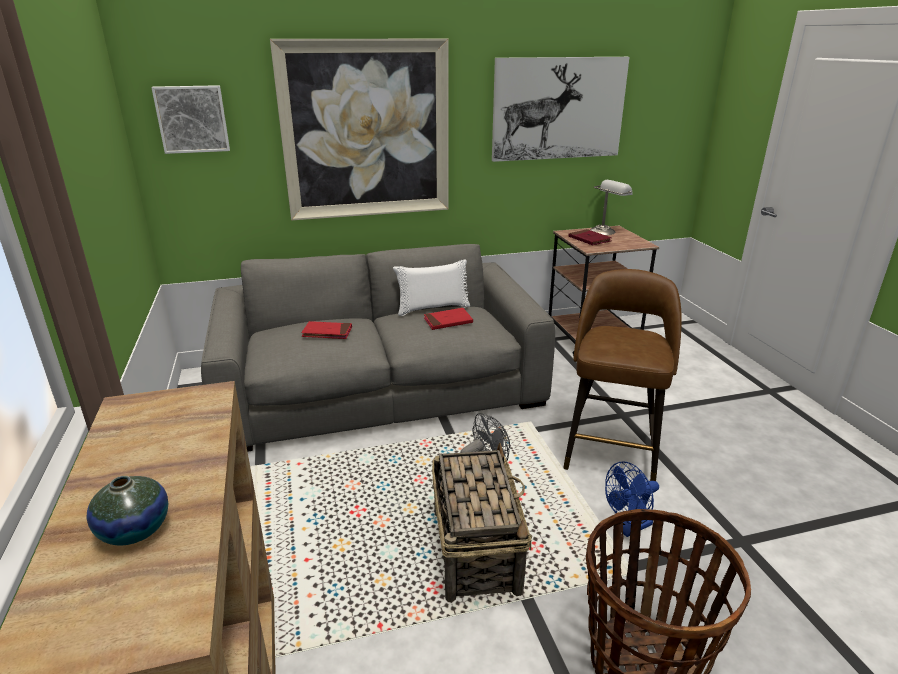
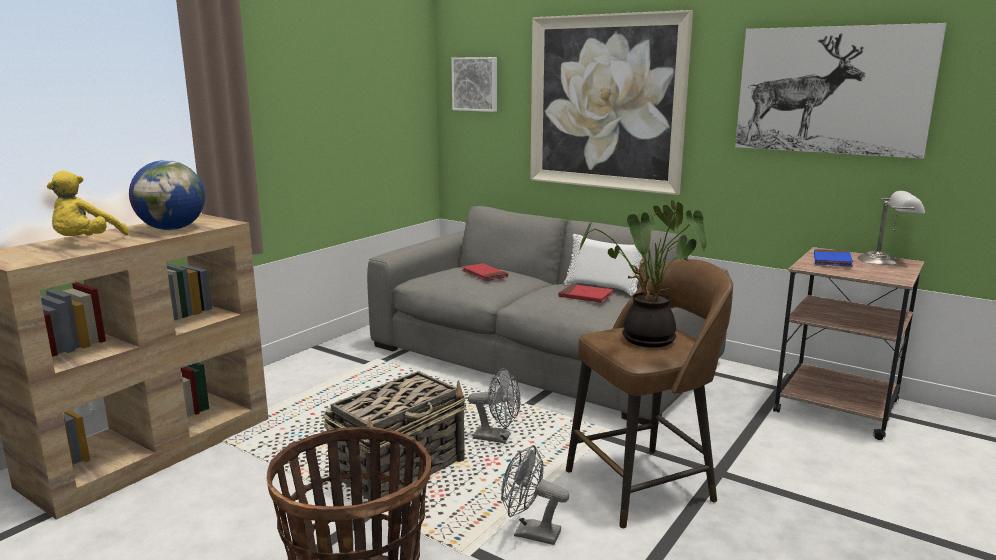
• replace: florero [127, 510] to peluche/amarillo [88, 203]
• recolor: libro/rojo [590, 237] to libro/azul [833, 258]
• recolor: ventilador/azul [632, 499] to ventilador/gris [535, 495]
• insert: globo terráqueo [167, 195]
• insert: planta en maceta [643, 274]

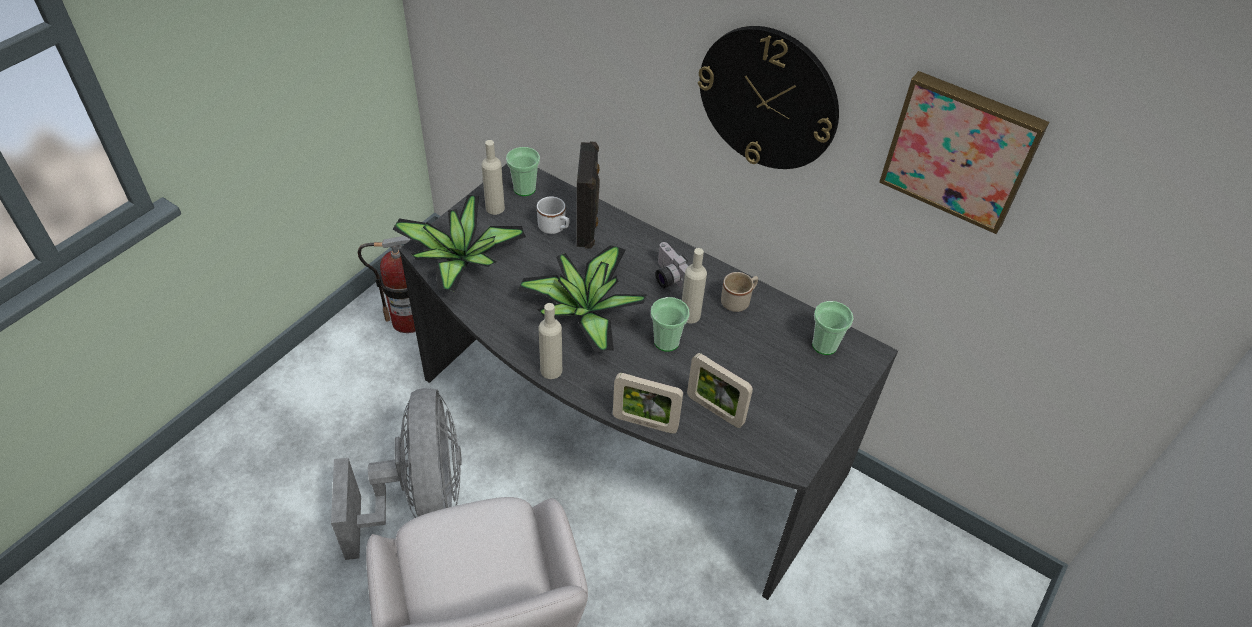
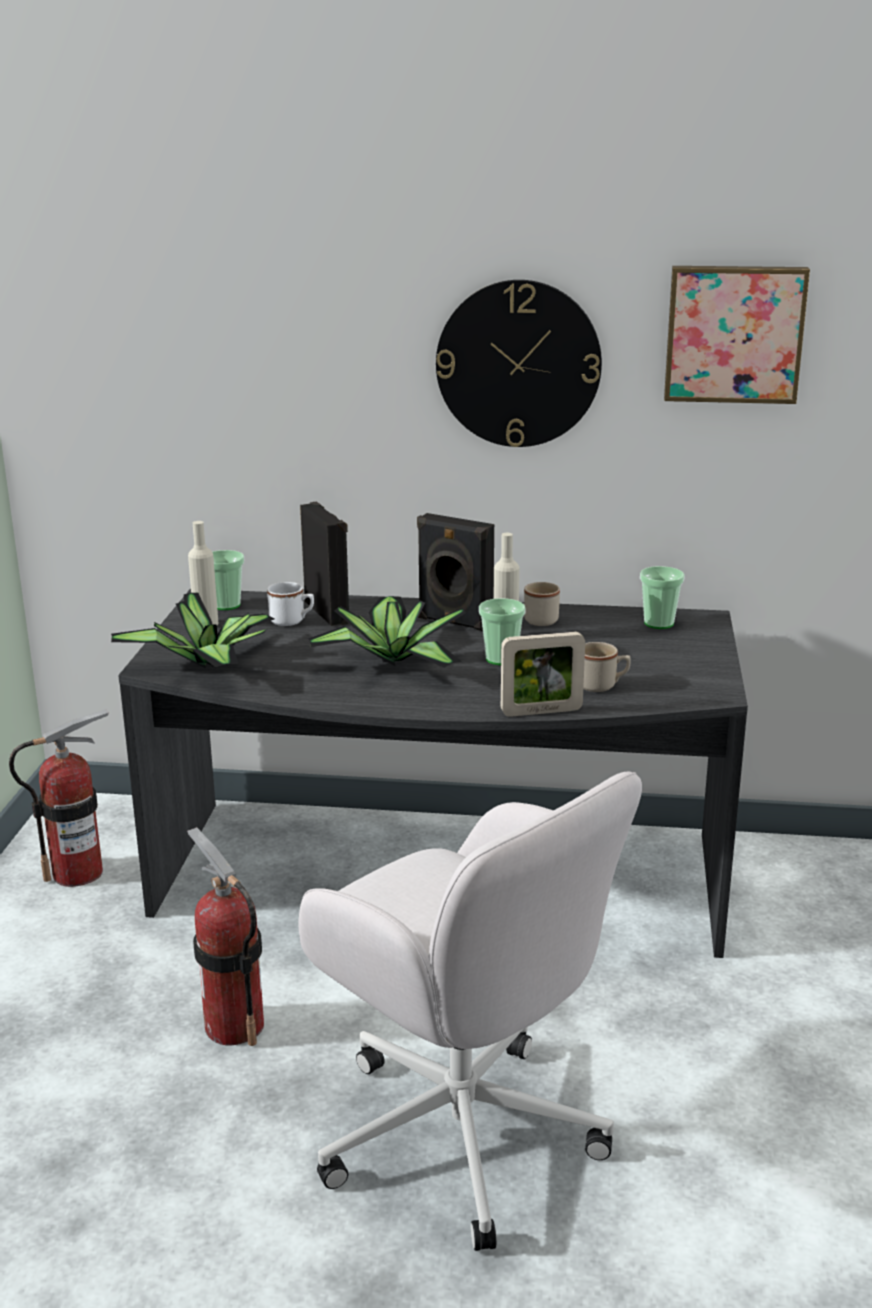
• replace: ventilador/gris [396, 474] to extintor [225, 936]
• delete: botella/beis [550, 341]
• replace: cámara [672, 266] to altavoz/negro [455, 572]
• replace: portarretratos [720, 390] to taza grande/beis [607, 667]

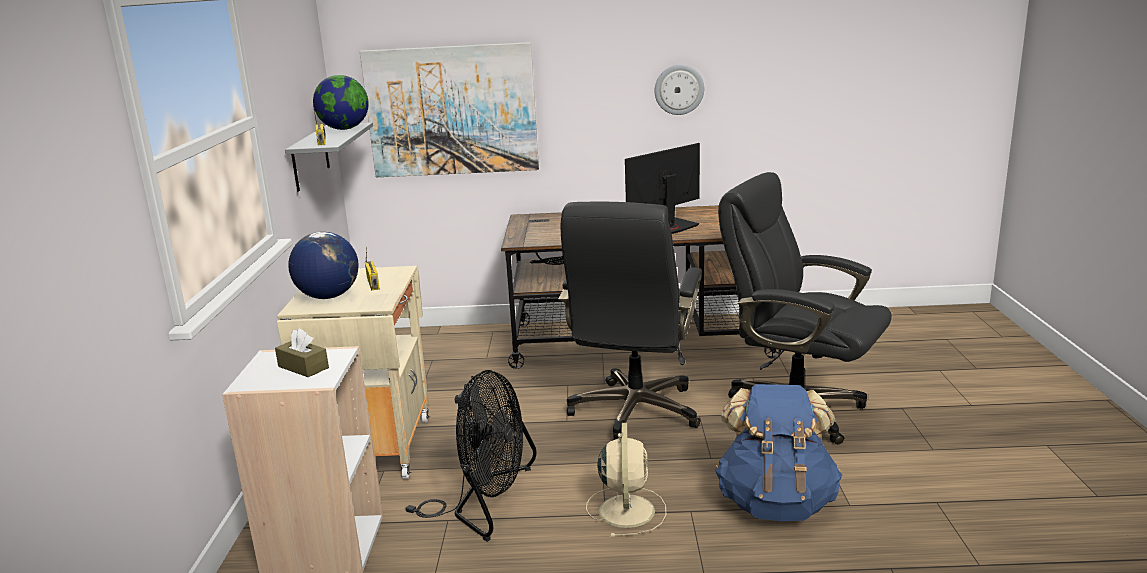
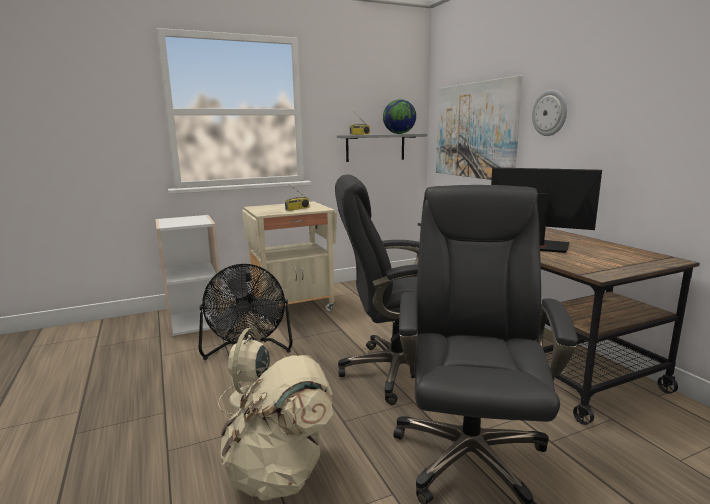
• delete: caja de pañuelos/marrón [302, 352]
• delete: globo terráqueo [323, 265]
• rotate: ventilador/beis [626, 480] = [244, 371] 120 degrees clockwise
• move: reloj de pared [679, 89] to [549, 113]
• recolor: mochila/azul [778, 452] to mochila/beis [277, 428]

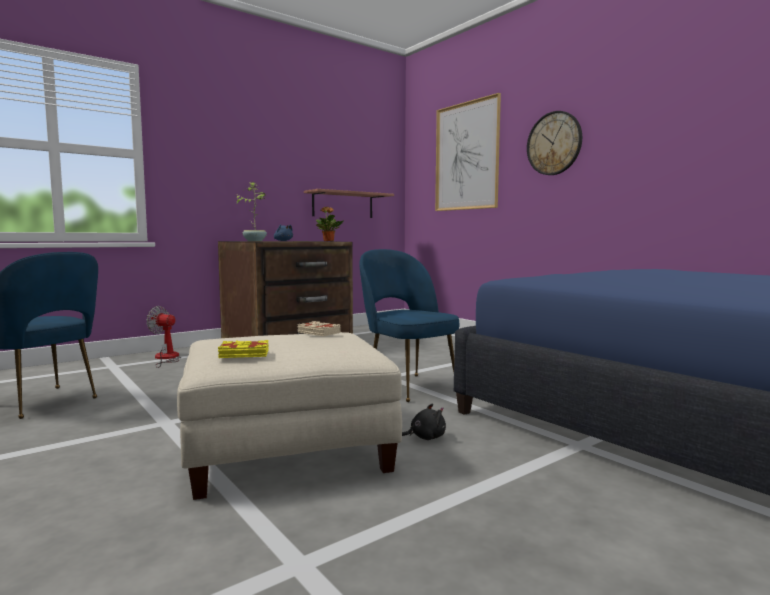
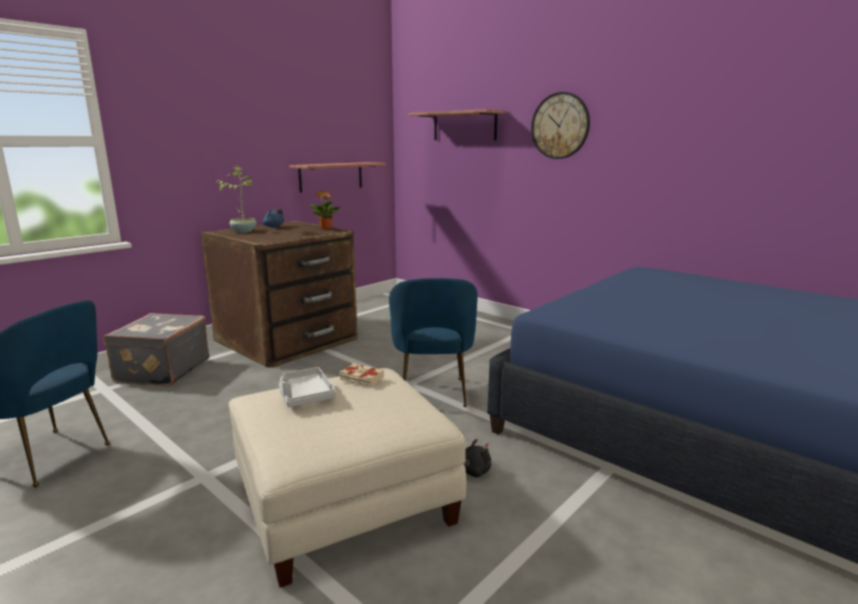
• replace: ventilador [163, 337] to maleta/gris [156, 349]
• delete: libro/amarillo [243, 349]
• rotate: silla/azul [409, 325] = [433, 342] 135 degrees counterclockwise
• replace: cuadro [468, 152] to estante [457, 124]
• insert: bandeja/gris [307, 387]

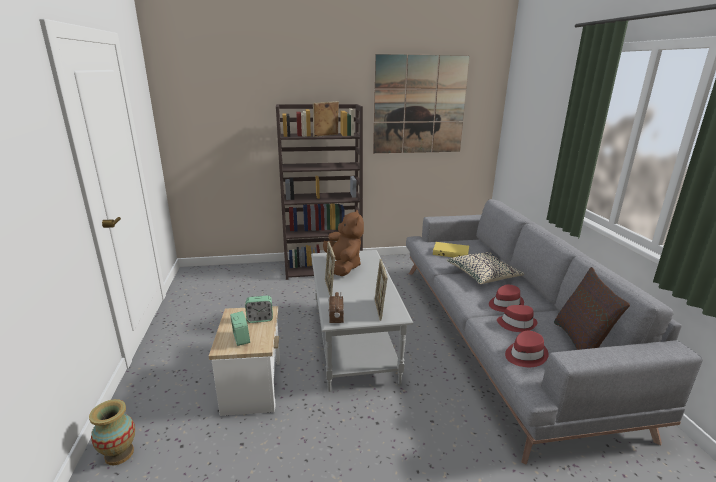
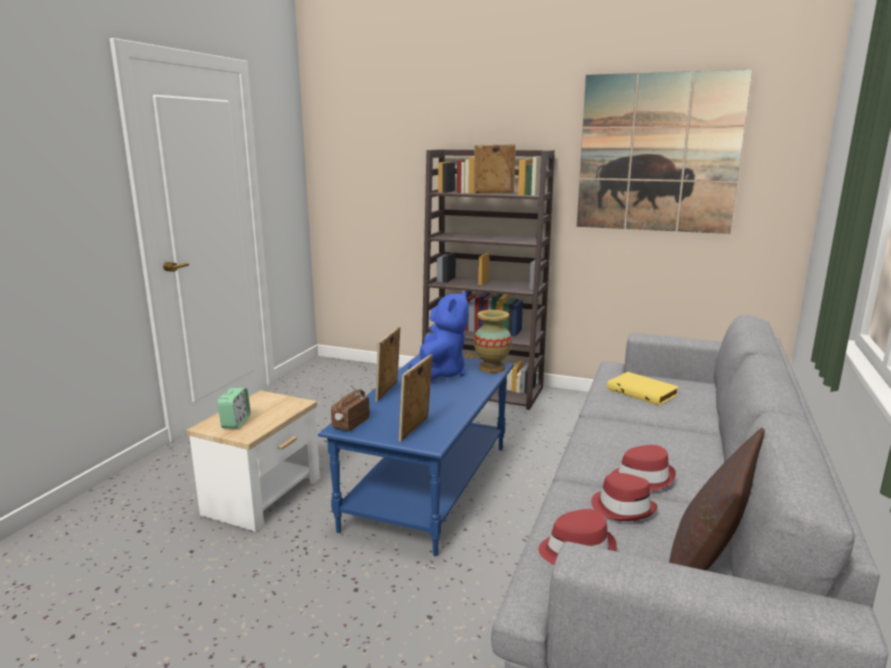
• move: florero [112, 432] to [493, 341]
• delete: despertador [259, 309]
• recolor: mesa de centro/gris [362, 321] to mesa de centro/azul [416, 454]
• recolor: peluche/marrón [343, 242] to peluche/azul [438, 336]
• delete: cojín/beis [485, 268]

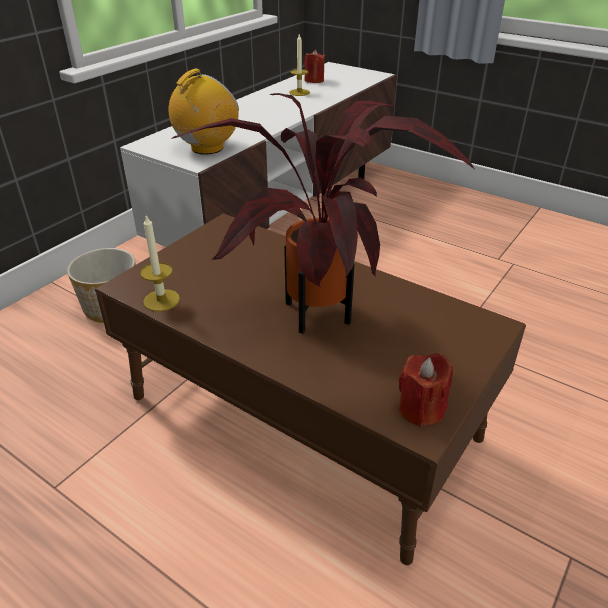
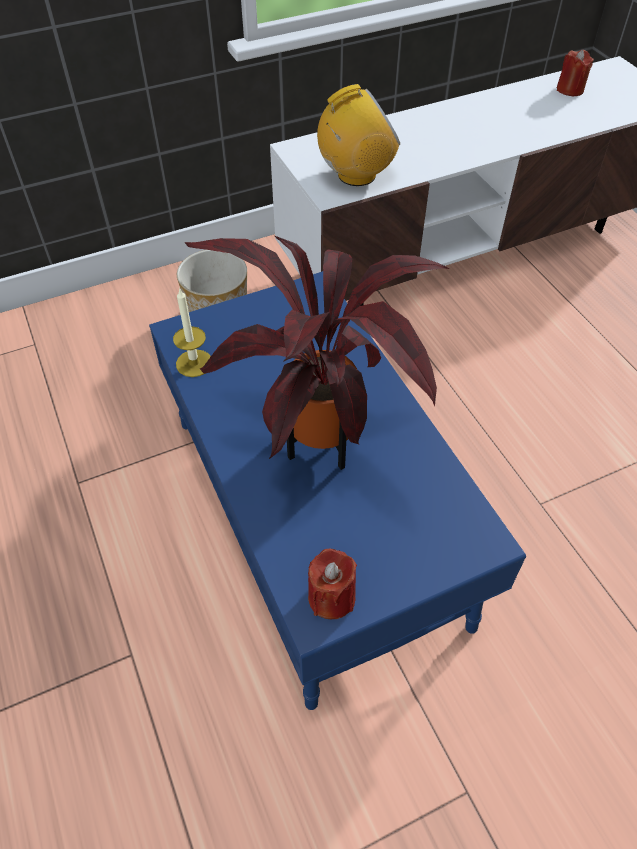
• recolor: mesa de centro/marrón [310, 389] to mesa de centro/azul [337, 490]
• delete: vela [299, 65]

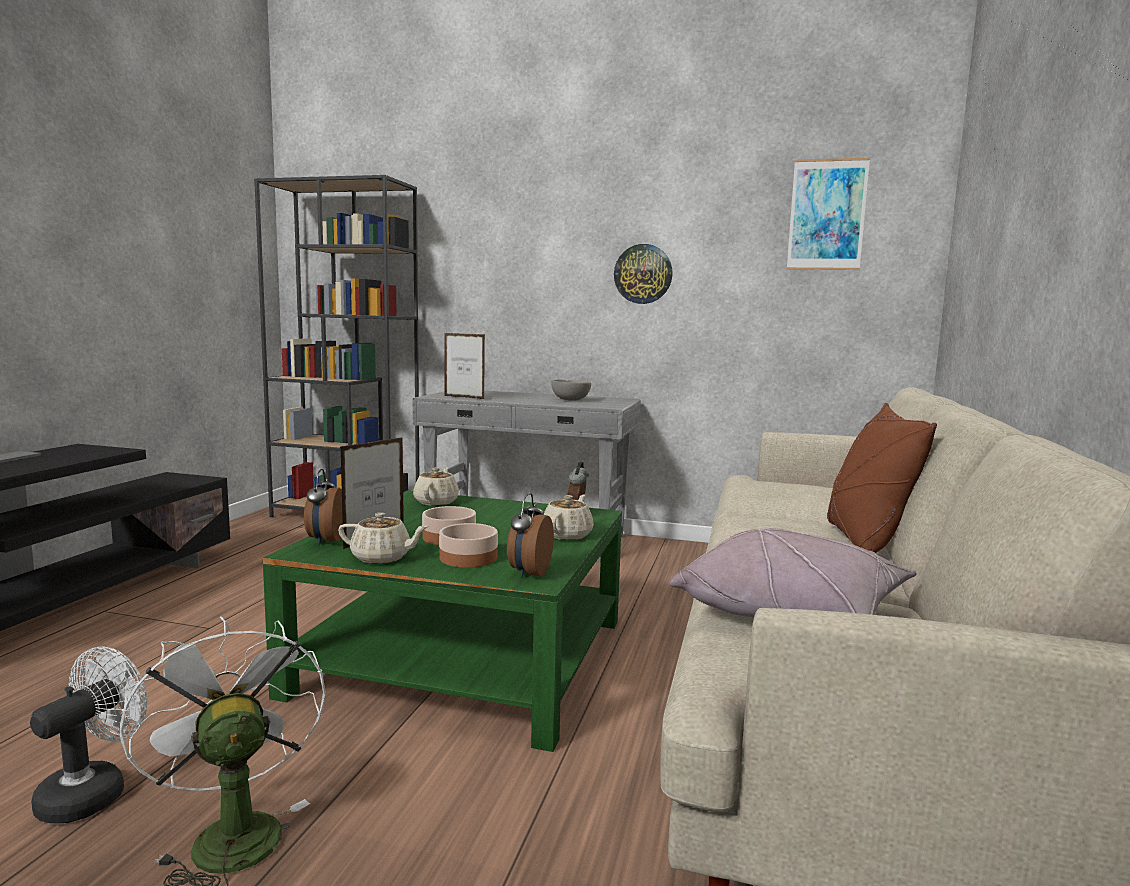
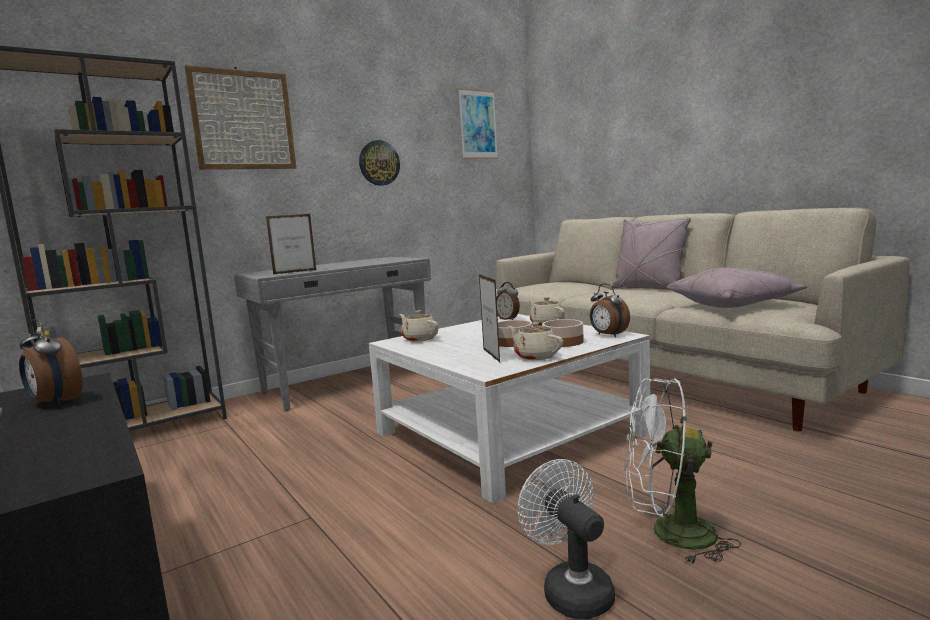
• recolor: mesa de centro/verde [442, 621] to mesa de centro/blanco [509, 409]
• move: despertador [323, 507] to [51, 362]
• rotate: tetera/beis [383, 538] = [535, 341] 90 degrees counterclockwise
• delete: cuenco/gris [571, 389]
• recolor: cojín/marrón [882, 478] to cojín/morado [651, 253]
• insert: cuadro [240, 117]

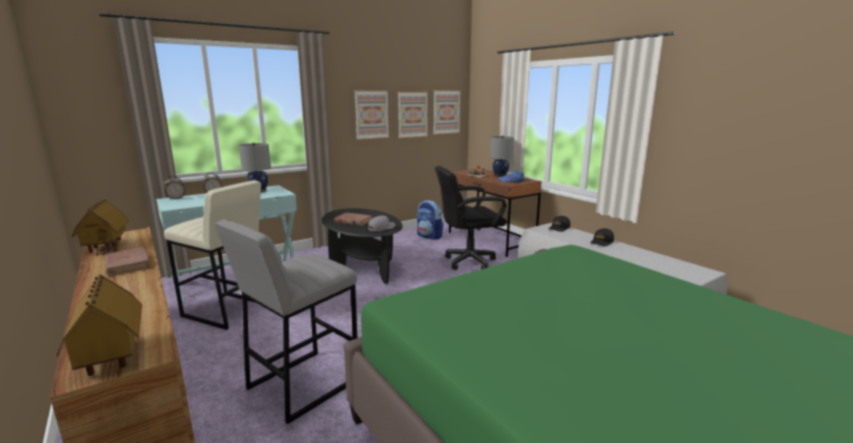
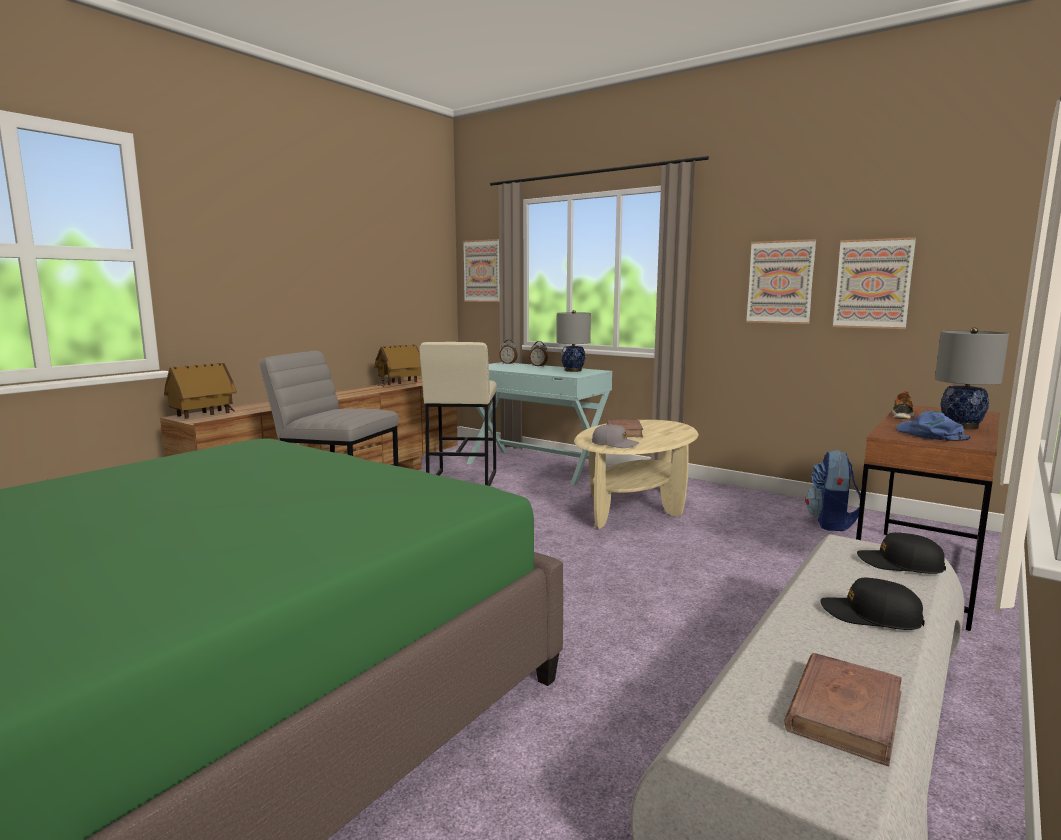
• move: libro/marrón [127, 261] to [843, 710]
• recolor: mesa de centro/negro [362, 246] to mesa de centro/beis [636, 474]
• move: cuadro [447, 112] to [481, 270]
• delete: silla de oficina/negro [471, 218]

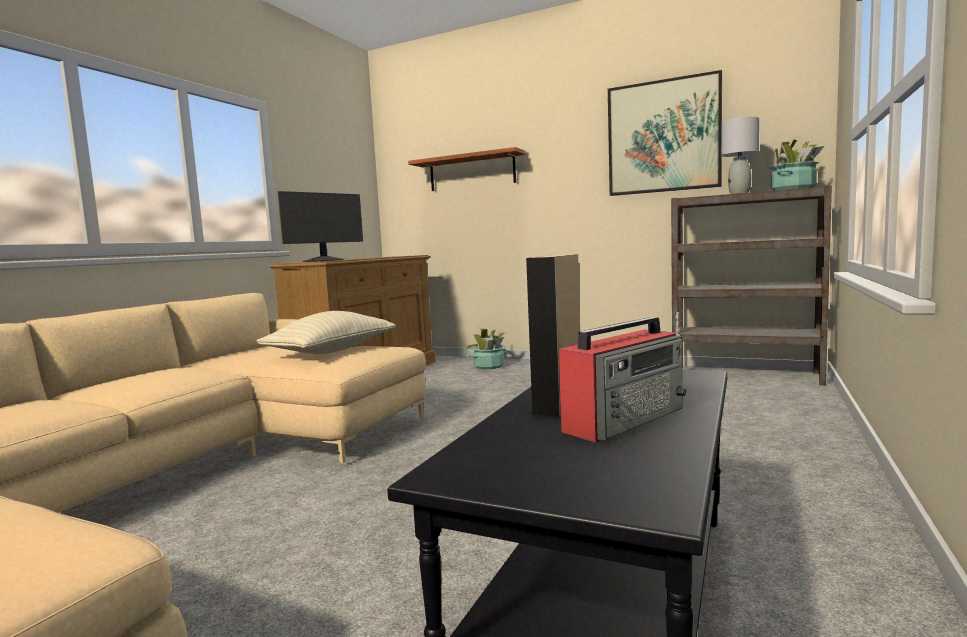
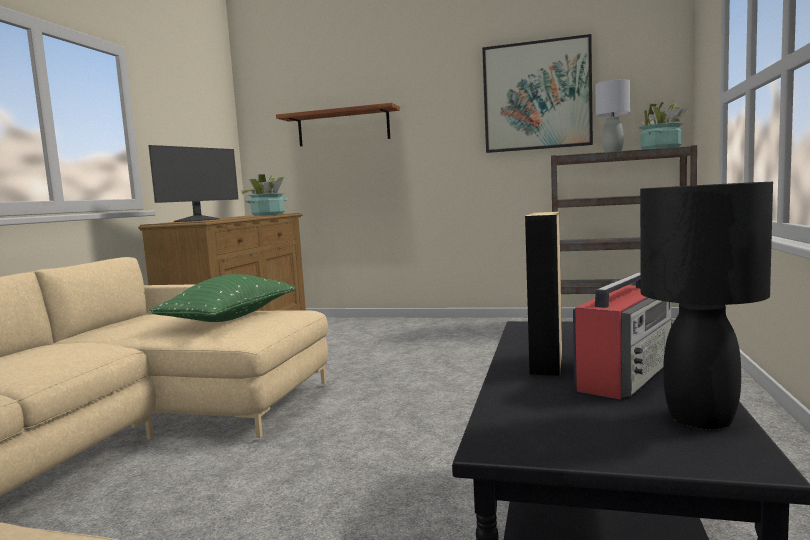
• recolor: cojín/beis [326, 332] to cojín/verde [222, 298]
• move: planta en maceta [486, 349] to [264, 195]
• insert: lámpara de mesa/negro [706, 305]

